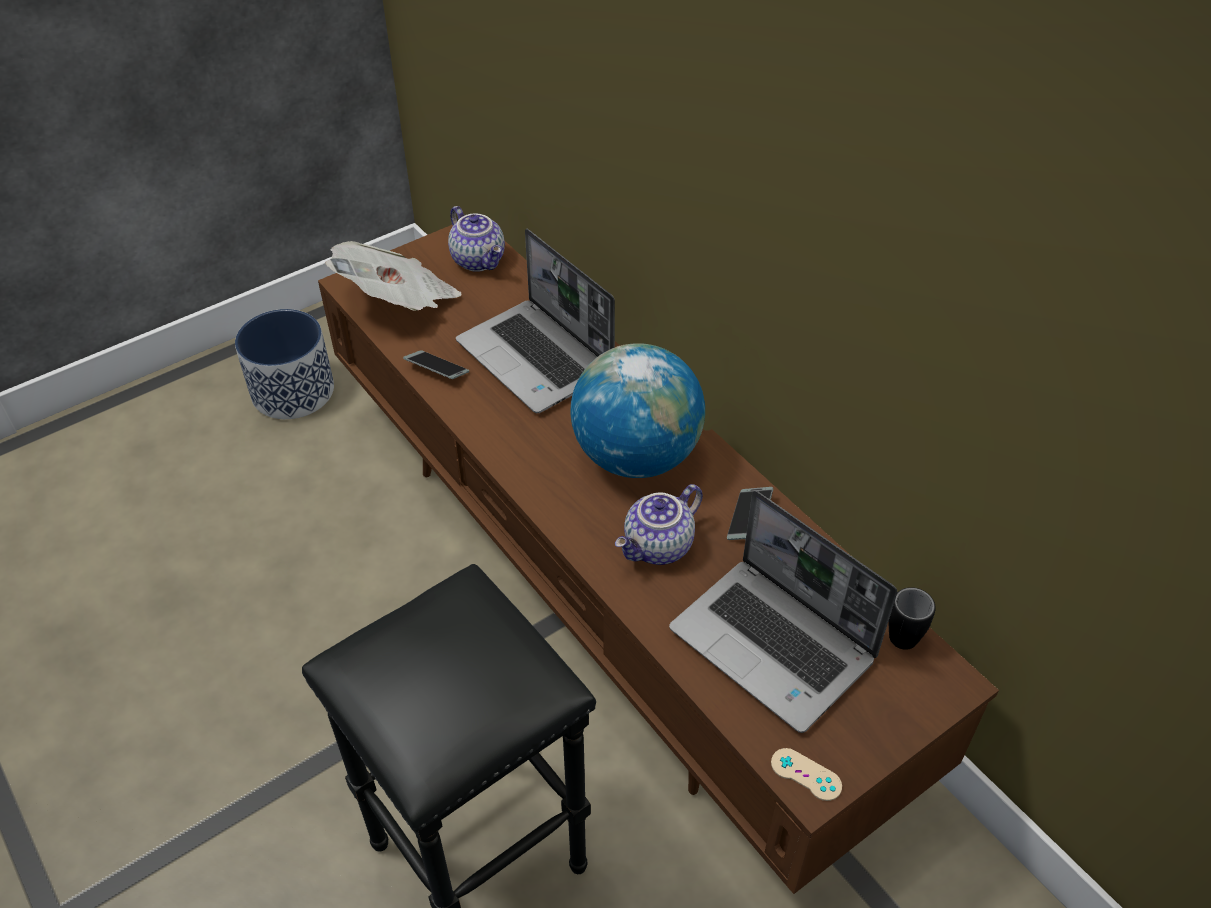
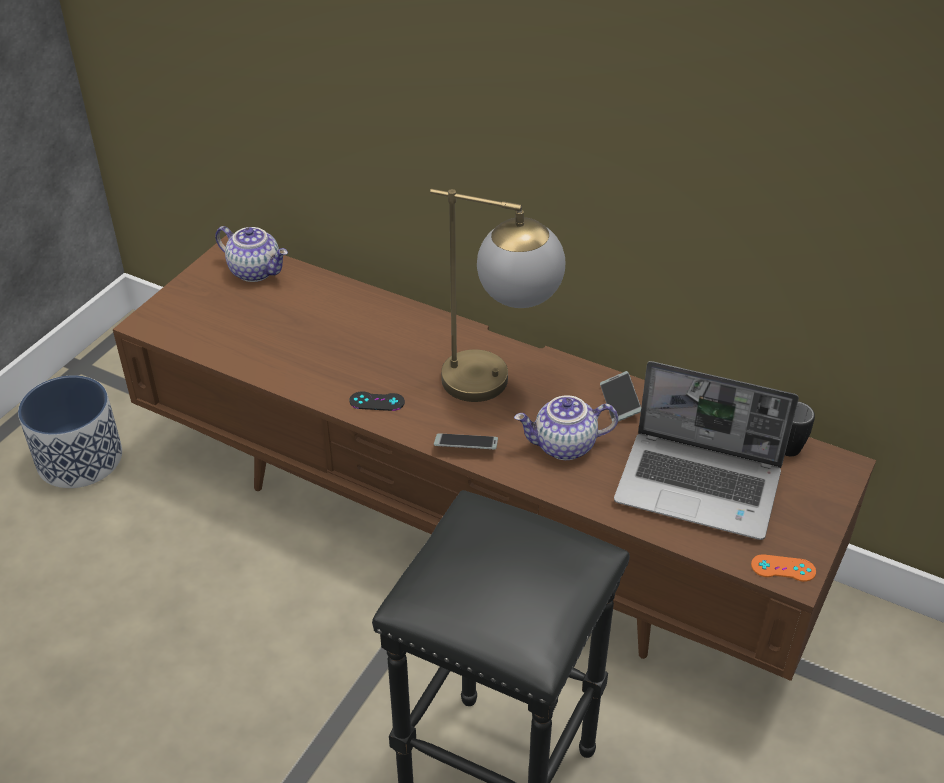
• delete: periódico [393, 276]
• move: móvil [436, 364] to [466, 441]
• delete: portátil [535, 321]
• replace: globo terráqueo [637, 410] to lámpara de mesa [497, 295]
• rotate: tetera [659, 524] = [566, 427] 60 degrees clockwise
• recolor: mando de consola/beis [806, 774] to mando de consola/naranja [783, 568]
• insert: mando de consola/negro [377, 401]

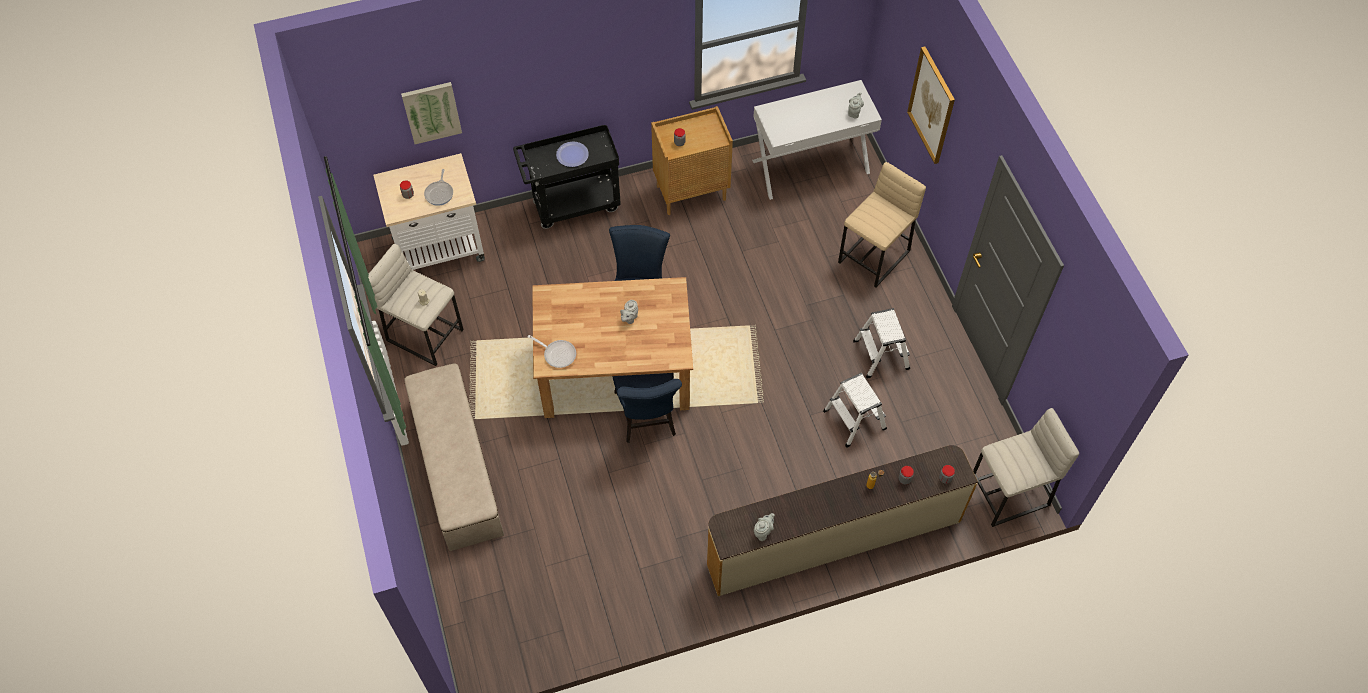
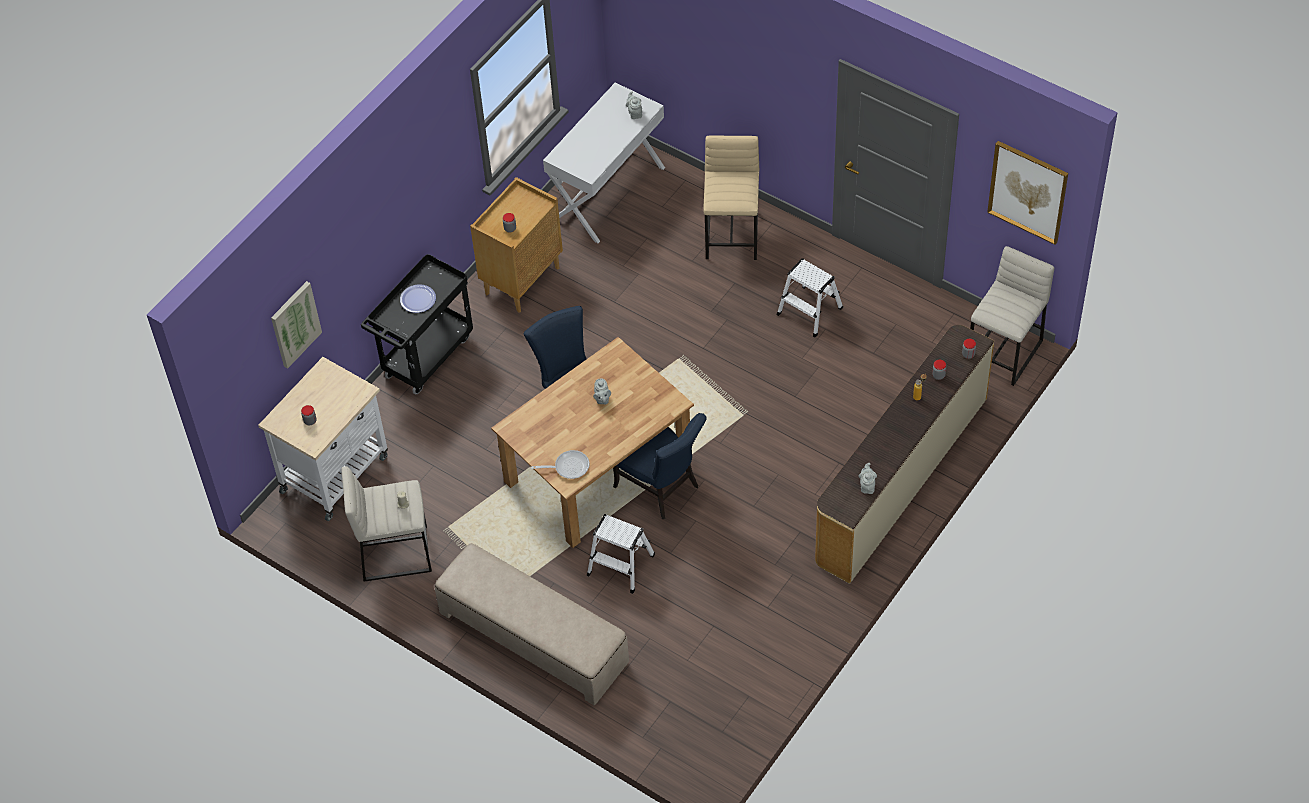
• delete: sartén [438, 187]
• move: escalera de tijera/blanco [855, 410] to [621, 554]
• move: cuadro [931, 105] to [1027, 193]

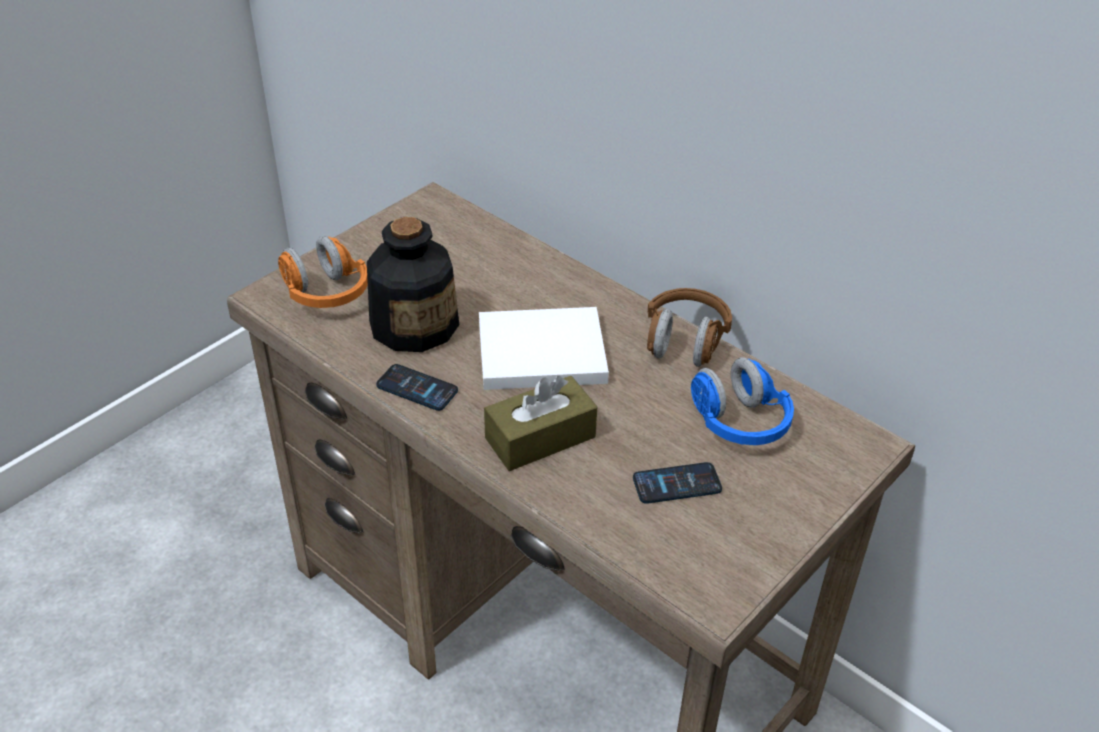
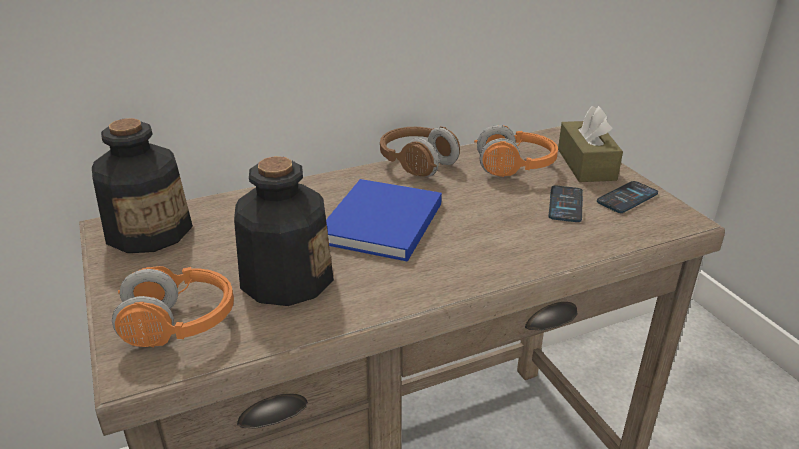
• move: móvil [417, 387] to [627, 197]
• recolor: libro/blanco [544, 348] to libro/azul [384, 220]
• move: caja de pañuelos/marrón [540, 423] to [590, 144]
• recolor: auriculares/azul [742, 401] to auriculares/naranja [516, 151]
• insert: botella [142, 185]

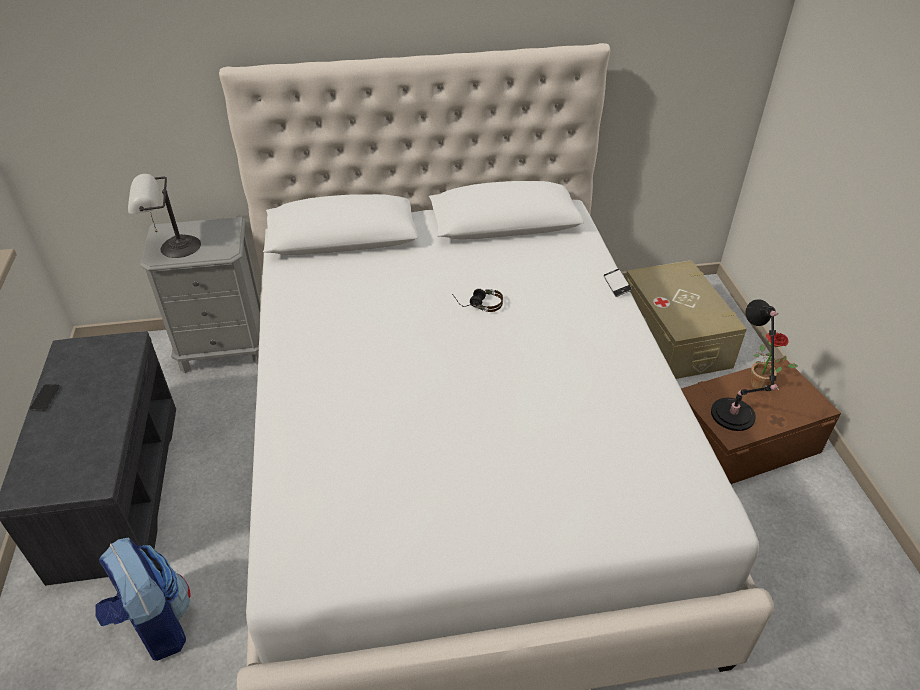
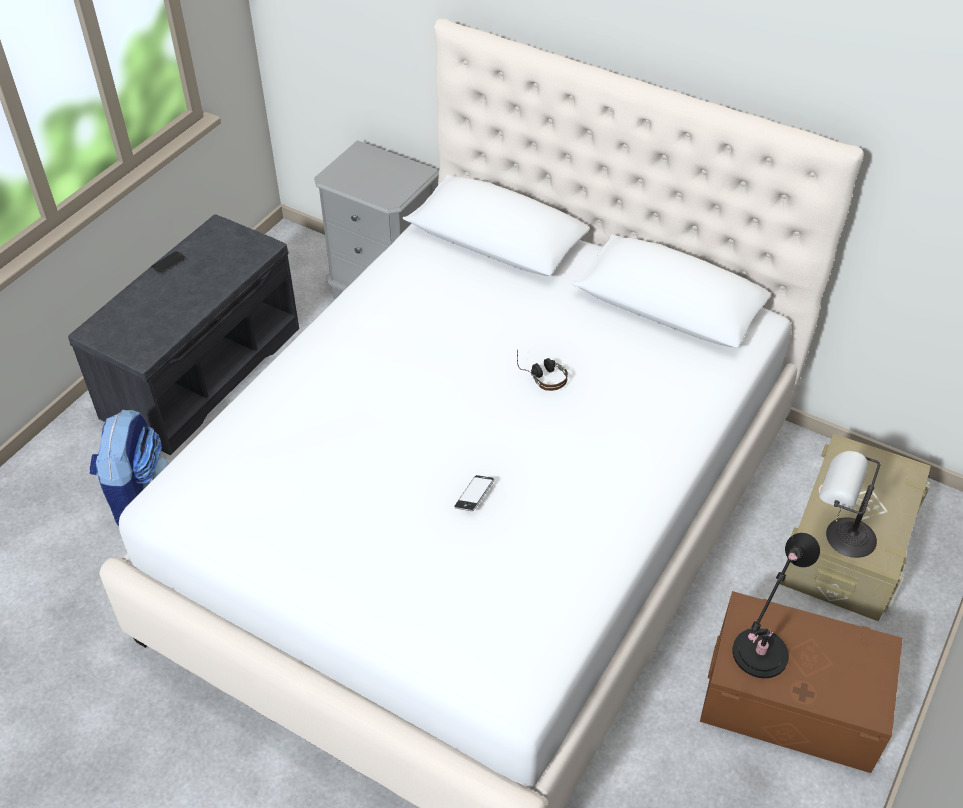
• move: lámpara de mesa [164, 216] to [849, 504]
• move: móvil [618, 283] to [474, 493]
• delete: planta en maceta [774, 361]

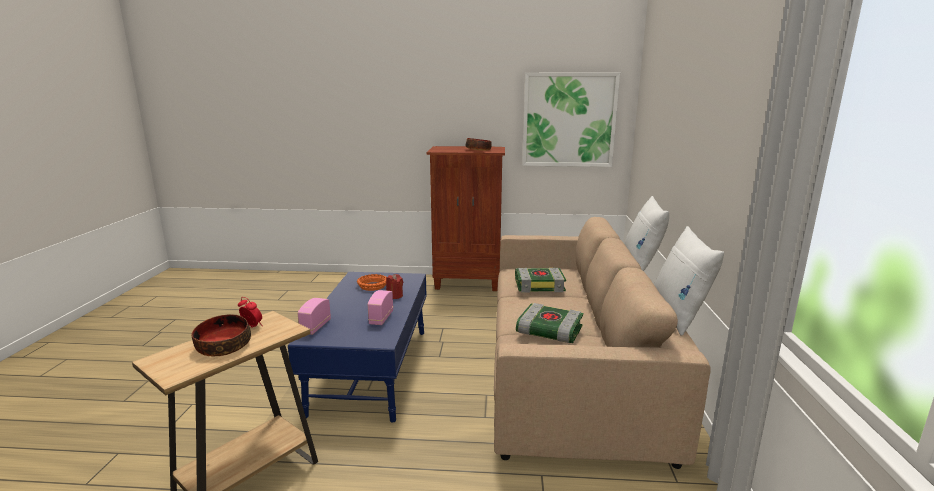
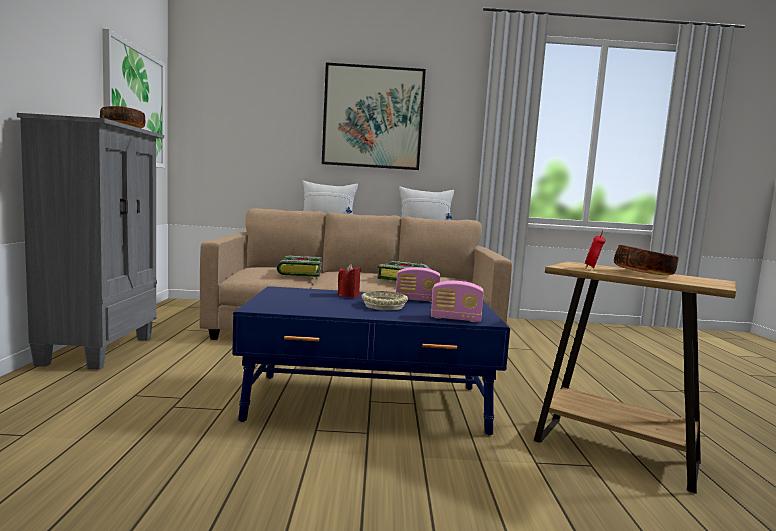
• delete: cuenco/naranja [371, 282]
• recolor: armario/marrón [465, 218] to armario/gris [90, 241]
• insert: cuadro [374, 116]
• insert: cuenco/beis [384, 300]

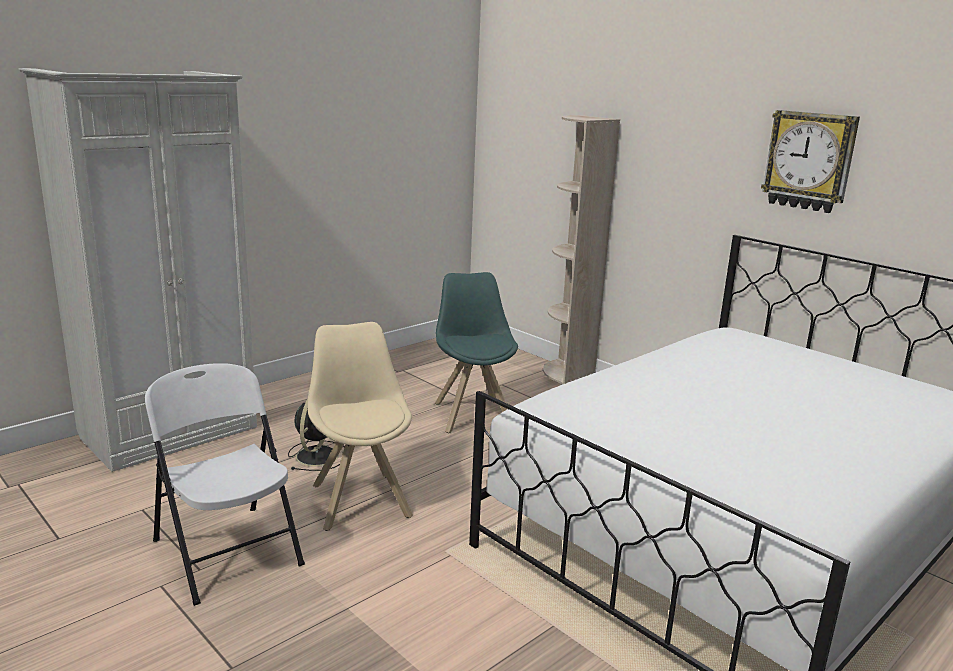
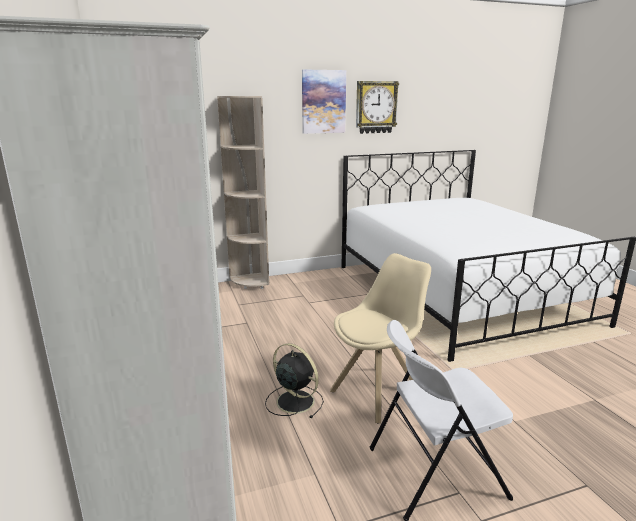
• rotate: silla/beis [360, 426] = [380, 338] 135 degrees clockwise
• delete: silla/turquesa [476, 352]
• insert: cuadro [324, 101]

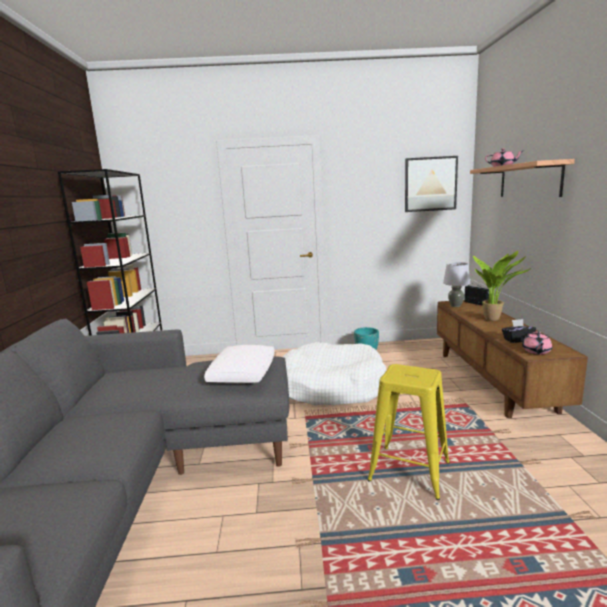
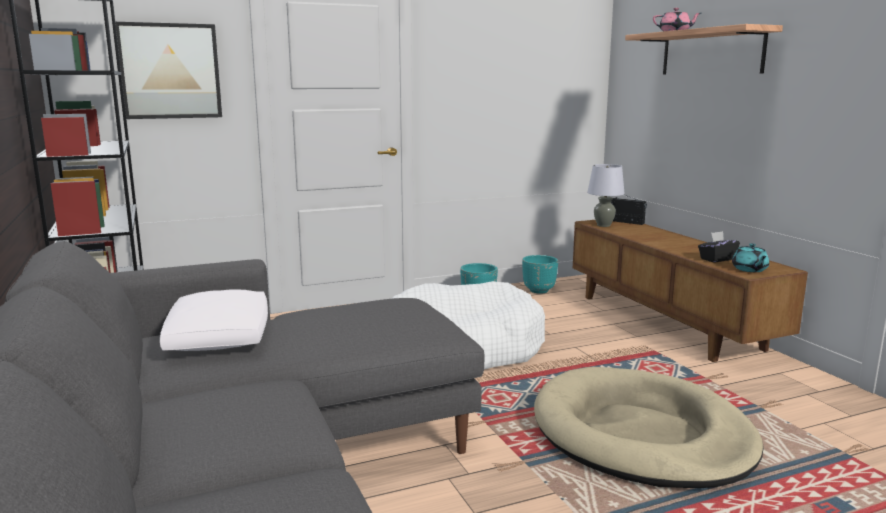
• move: cojín/blanco [239, 364] to [214, 320]
• replace: taburete/amarillo [408, 432] to cama para perro/beis [649, 427]
• move: cuadro [431, 184] to [168, 70]
• delete: planta en maceta [502, 286]
• recolor: tetera/rosa [537, 342] to tetera/turquesa [750, 257]
• insert: maceta/turquesa [540, 274]

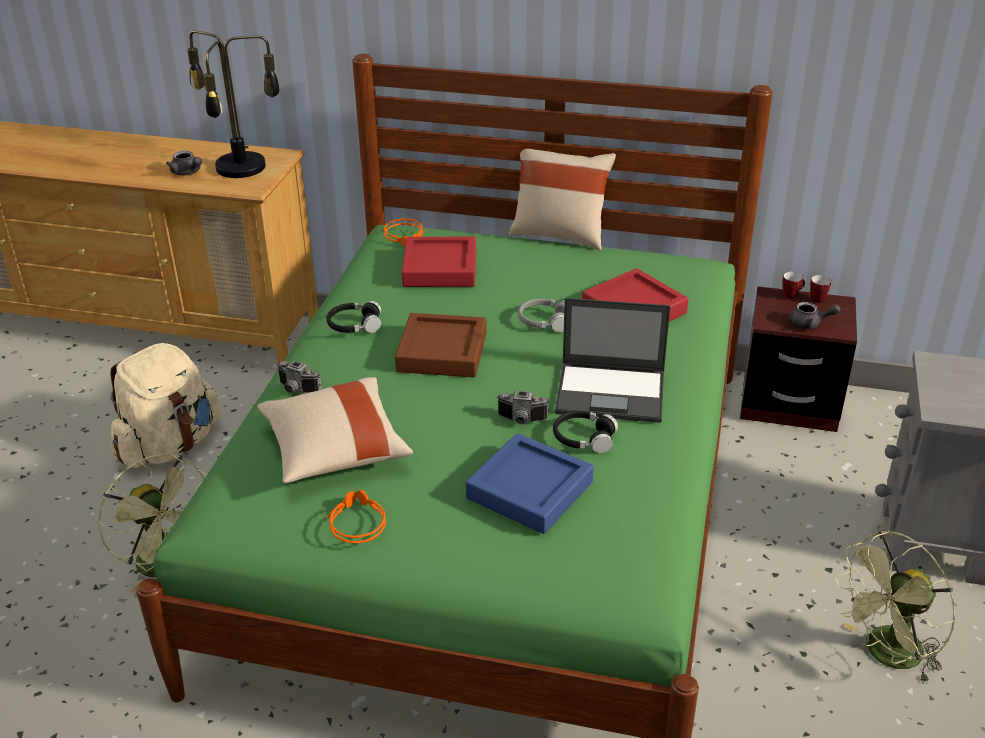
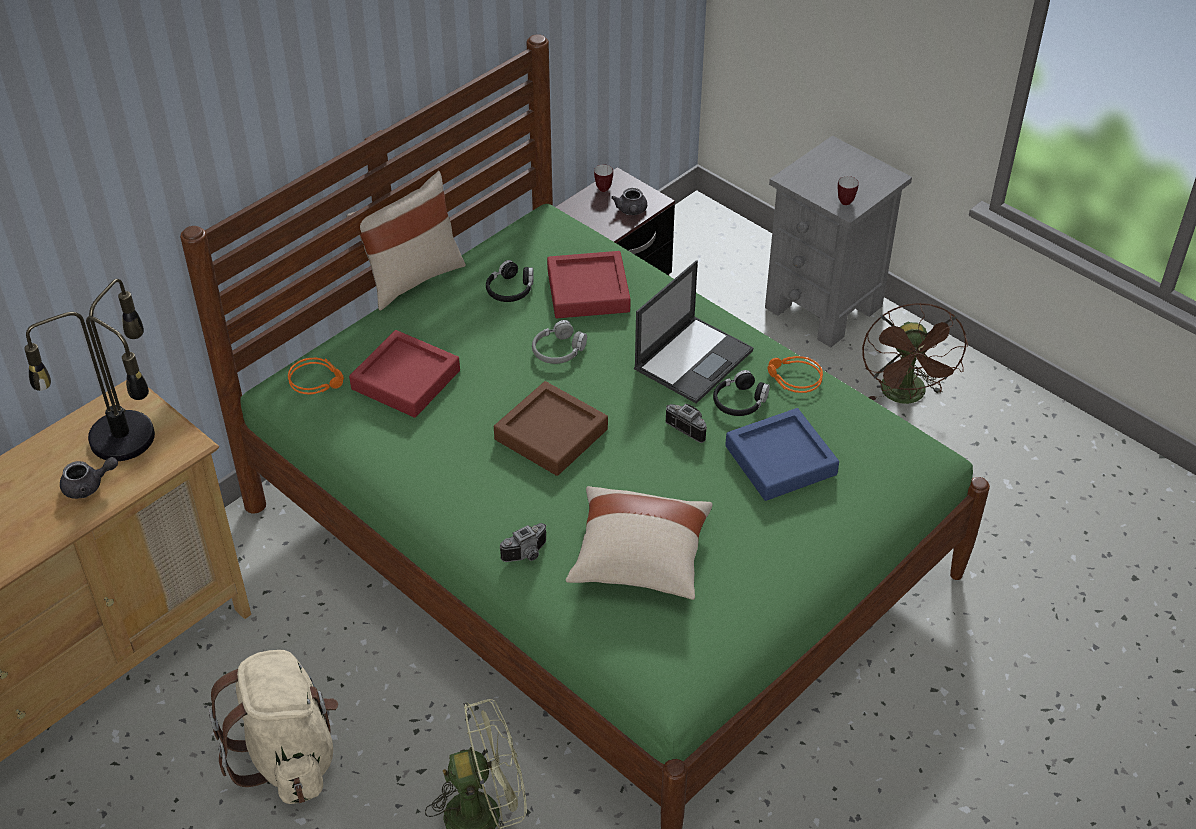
• move: auriculares/naranja [355, 516] to [795, 374]
• move: auriculares/negro [353, 317] to [509, 281]
• rotate: cámara [523, 408] = [686, 423] 90 degrees counterclockwise
• move: taza grande [793, 285] to [848, 190]
• rotate: tetera/gris [815, 315] = [629, 201] 135 degrees clockwise
• recolor: ventilador/verde [895, 607] to ventilador/marrón [915, 353]

